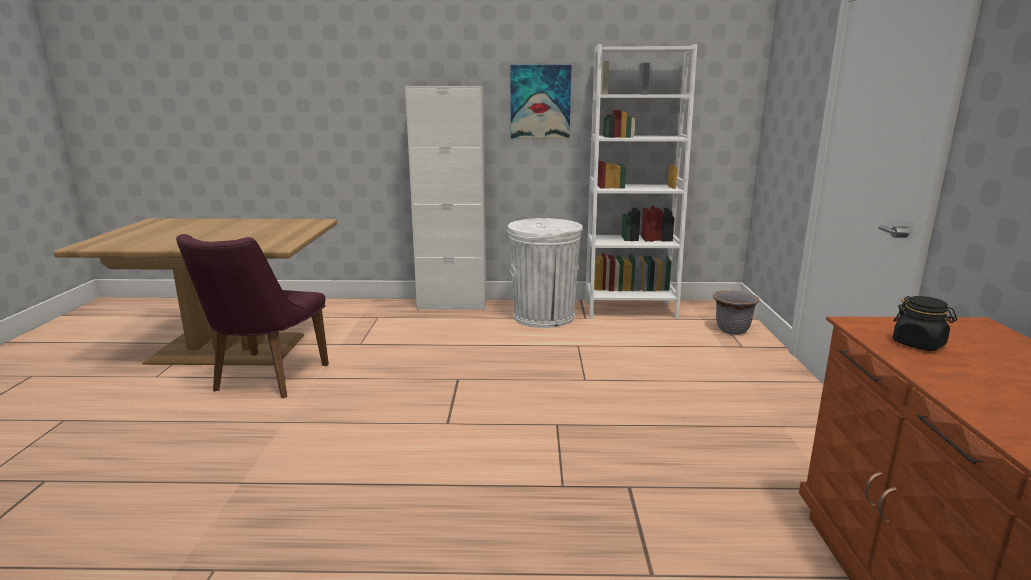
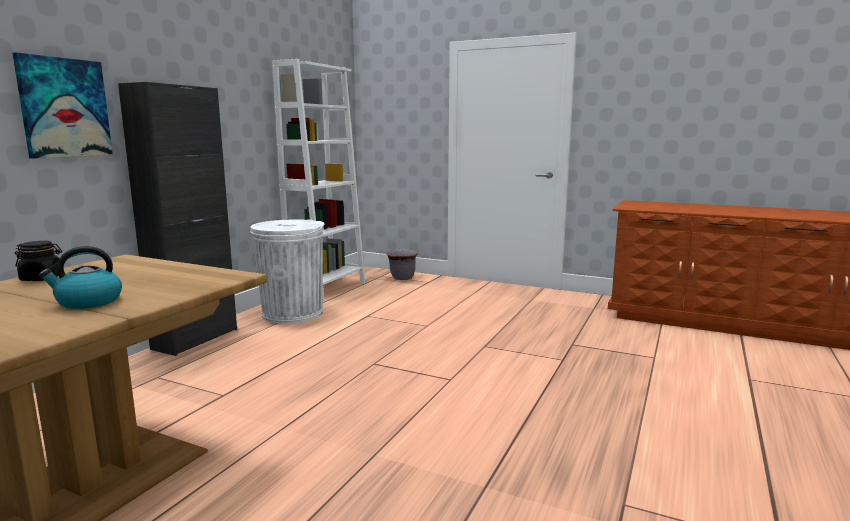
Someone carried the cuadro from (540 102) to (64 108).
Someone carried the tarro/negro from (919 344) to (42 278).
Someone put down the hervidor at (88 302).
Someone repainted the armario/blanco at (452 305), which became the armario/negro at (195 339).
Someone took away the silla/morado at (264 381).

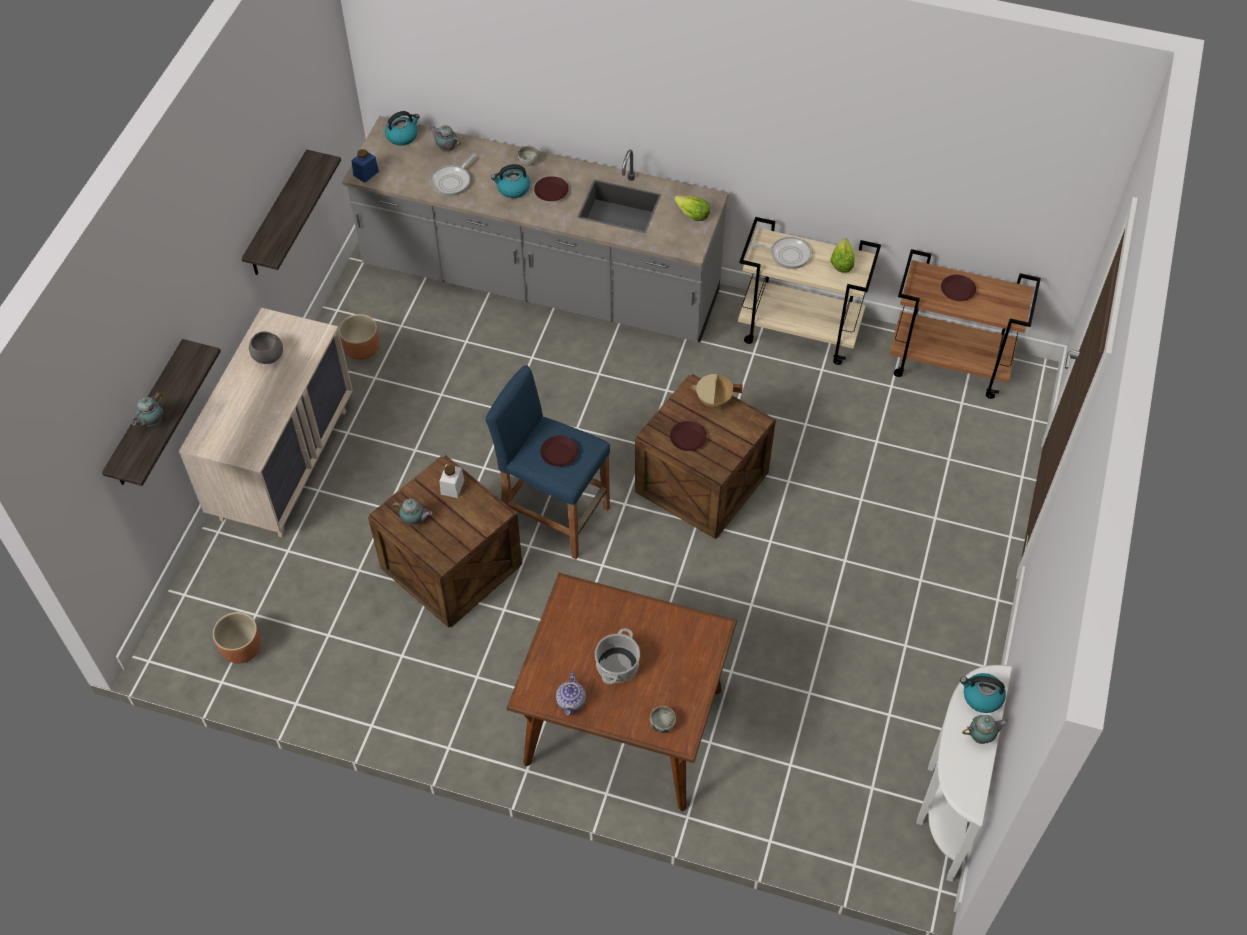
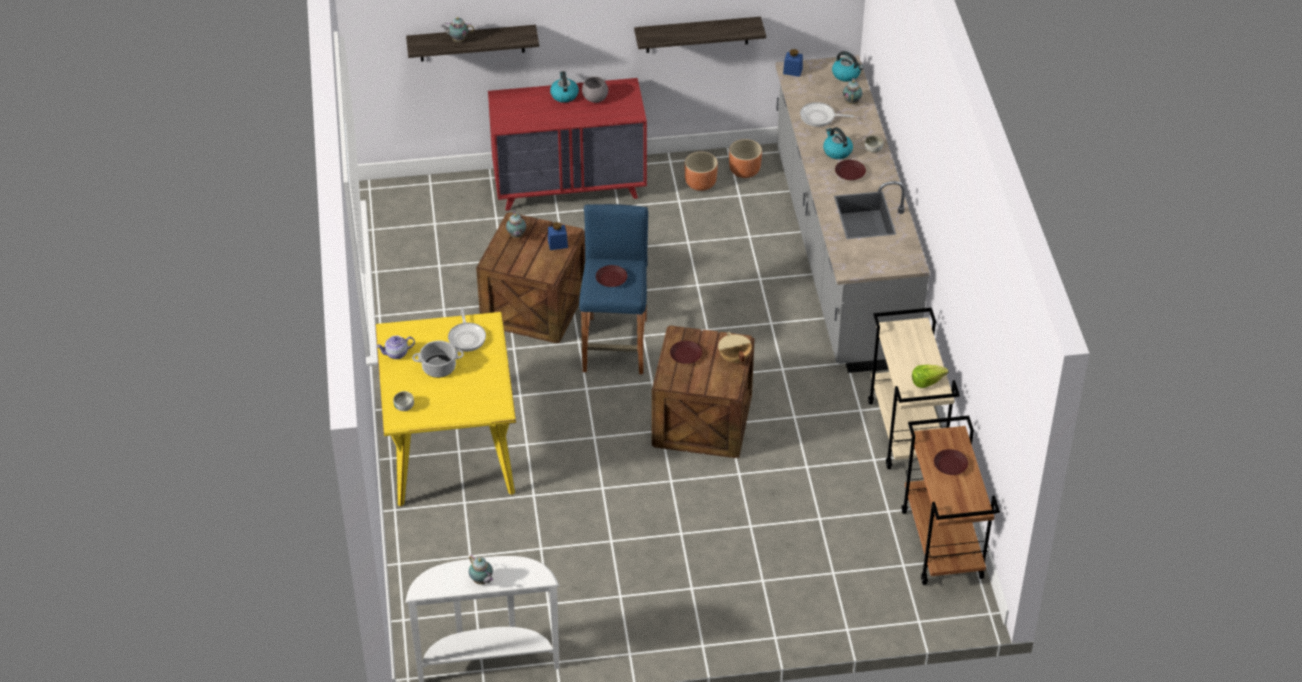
Someone repainted the mesa de comedor/marrón at (624 726), which became the mesa de comedor/amarillo at (451 449).
Someone carried the sartén from (787 254) to (467 337).
Someone repainted the cómoda/beis at (284 463), which became the cómoda/rojo at (570 186).
Someone repainted the tarro/blanco at (452 487), which became the tarro/azul at (557 244).
Someone carried the hervidor from (981 697) to (564 95).
Someone carried the maceta/marrón from (241 649) to (744 171).
Someone took away the lechuga at (692 215).

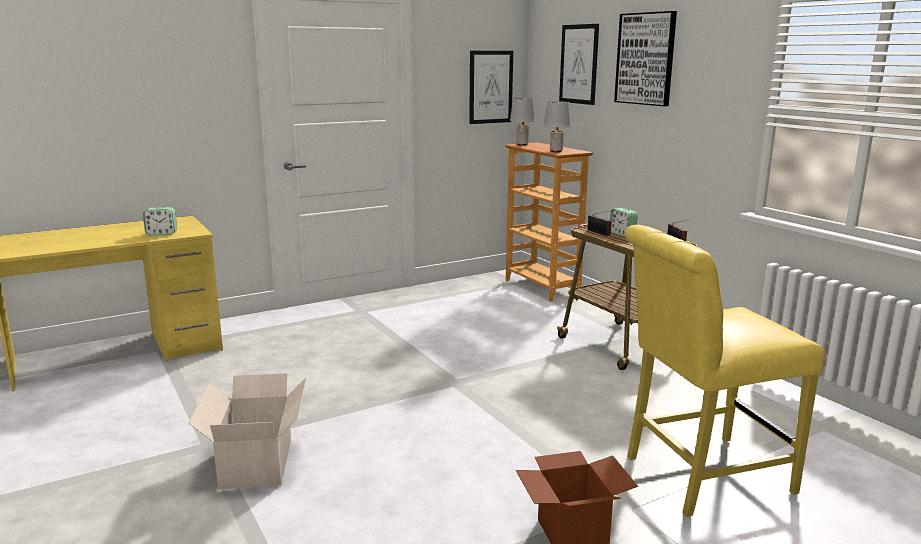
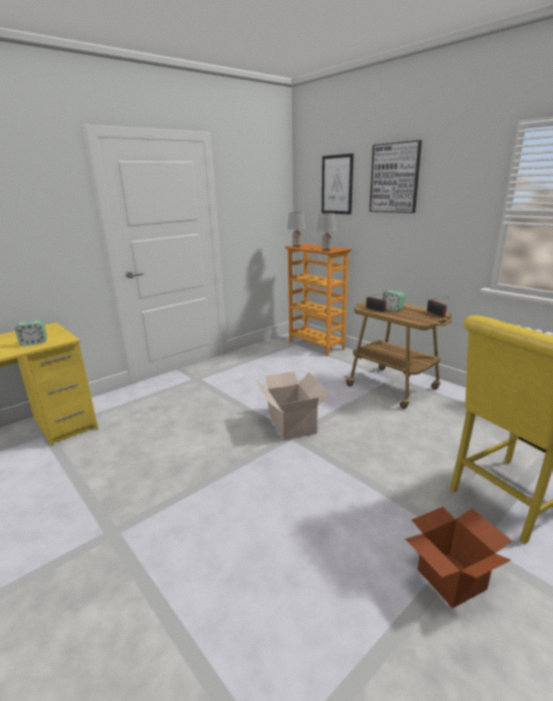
Someone carried the caja de cartón from (258 461) to (291 422).
Someone took away the cuadro at (490 87).

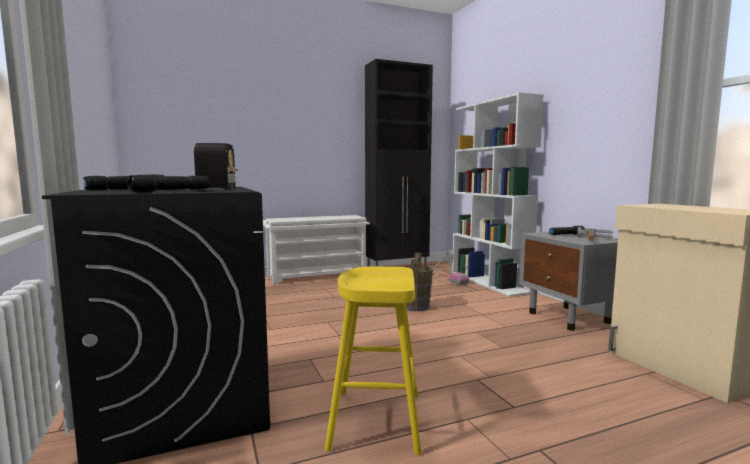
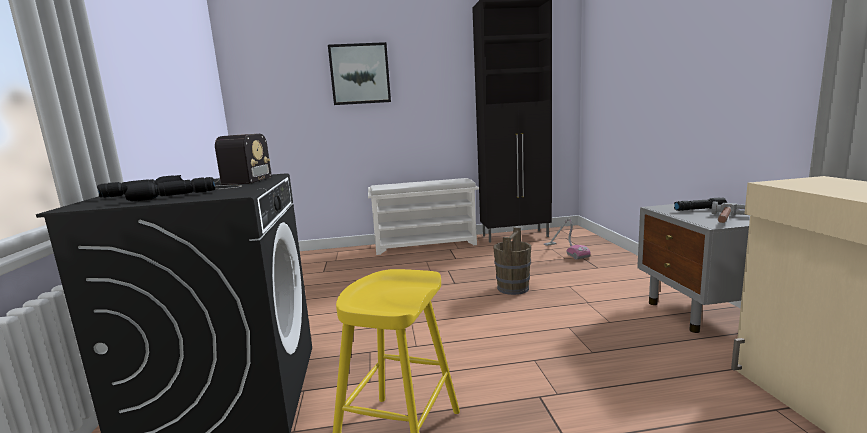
Someone put up the cuadro at (360 74).
Someone took away the estantería/blanco at (489 282).

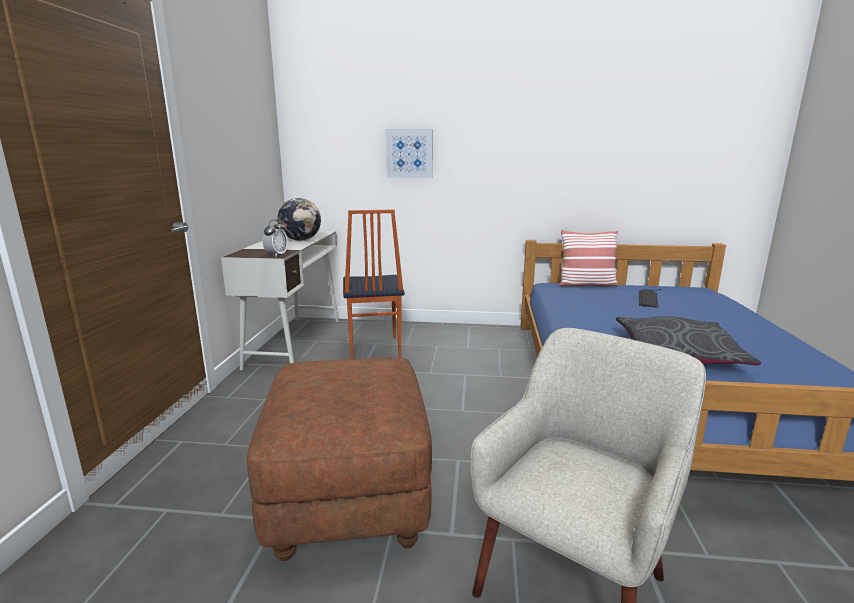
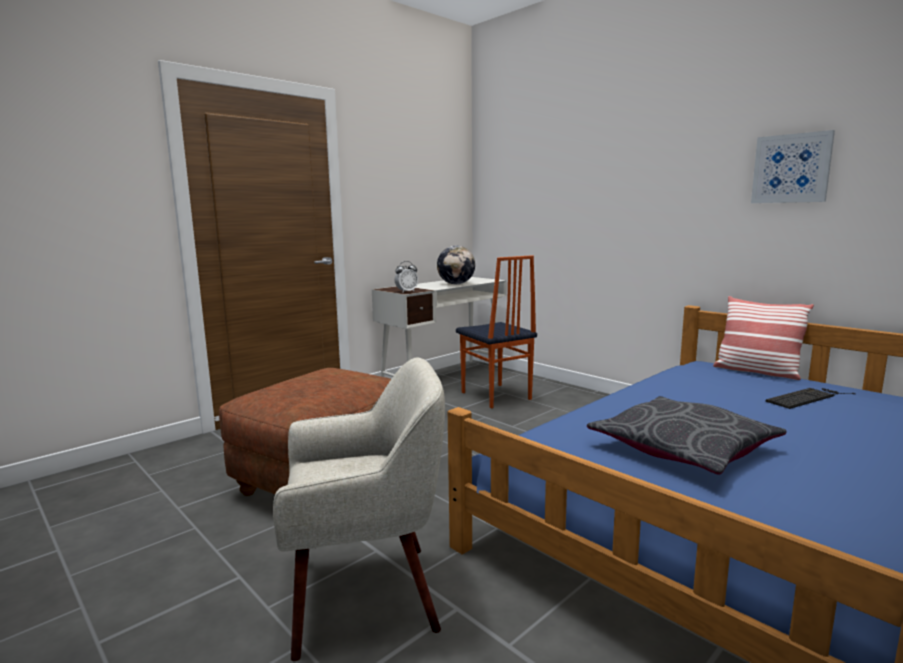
Someone rotated the silla at (373 348) by 60 degrees counterclockwise.
Someone carried the cuadro from (409 153) to (791 168).

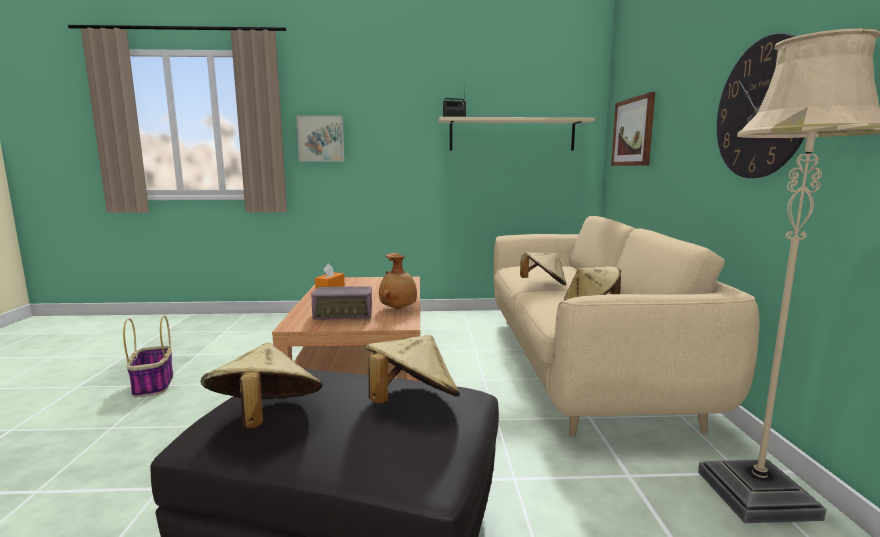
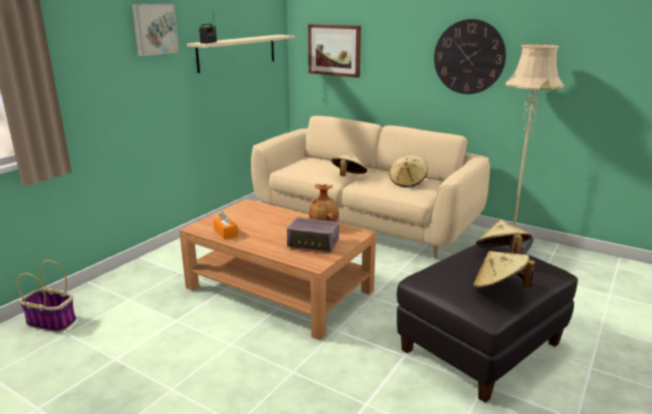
Someone carried the cesta from (153 385) to (52 322).
Someone carried the cuadro from (321 138) to (154 29).
Someone rotated the radio at (344 315) by 75 degrees clockwise.

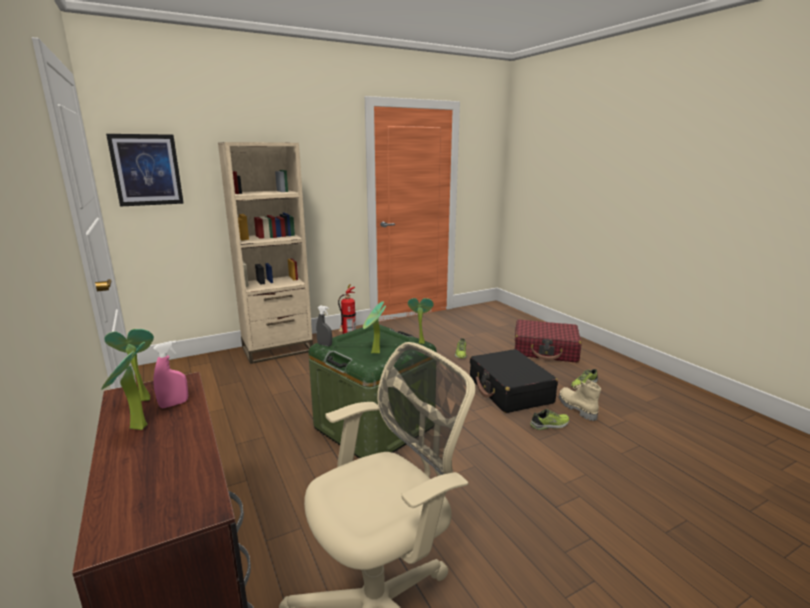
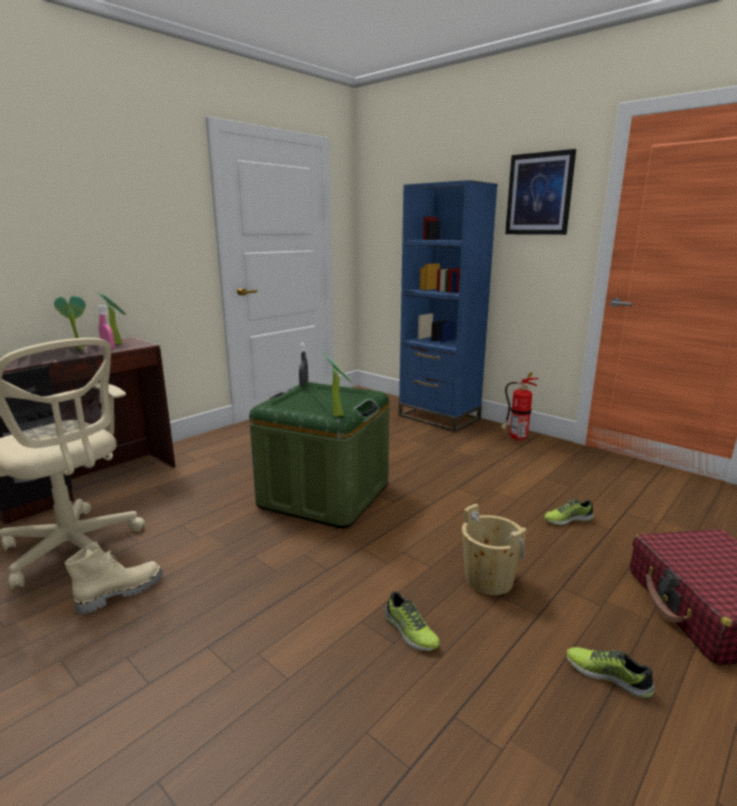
Someone carried the bota/beis from (576 408) to (121 592).
Someone repainted the estantería/beis at (277 349), which became the estantería/azul at (439 417).
Someone swapped the maleta/negro at (510 391) for the cubo/beis at (488 579).
Someone carried the cuadro from (146 170) to (539 194).
Someone took away the planta en maceta at (374 353).

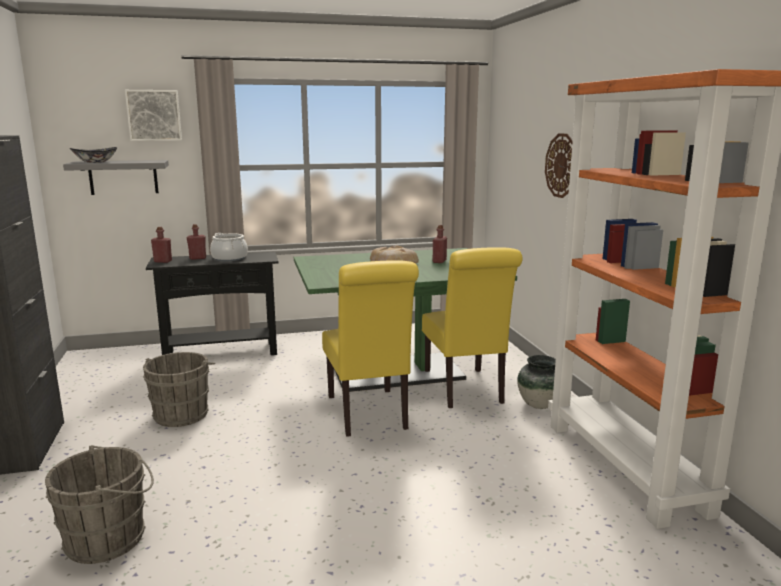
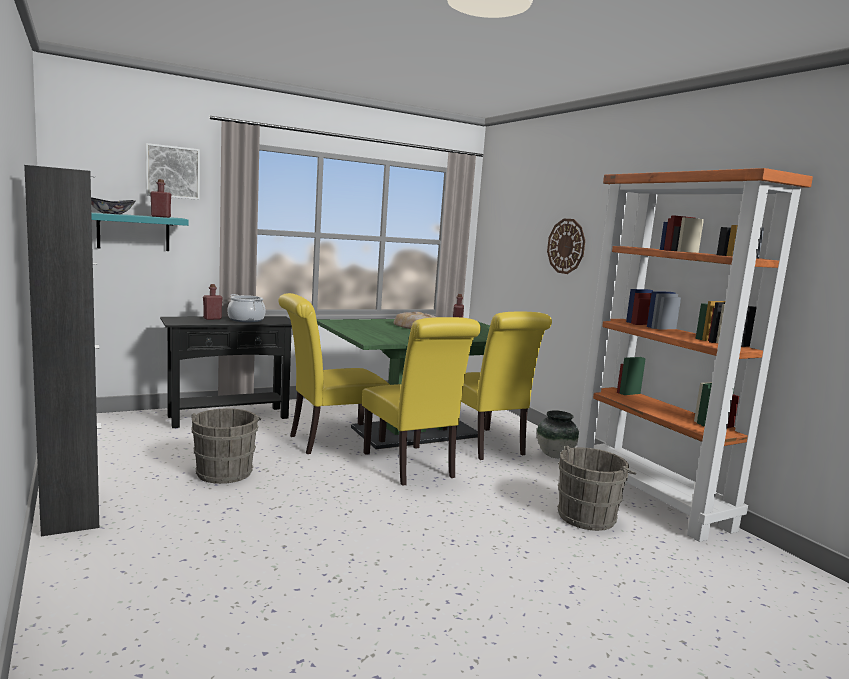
Someone repainted the estante/gris at (123 177), which became the estante/turquesa at (133 232).
Someone carried the botella/rojo from (163 261) to (161 217).
Someone put down the silla/amarillo at (330 441).
Someone carried the cubo/gris from (110 538) to (588 516).

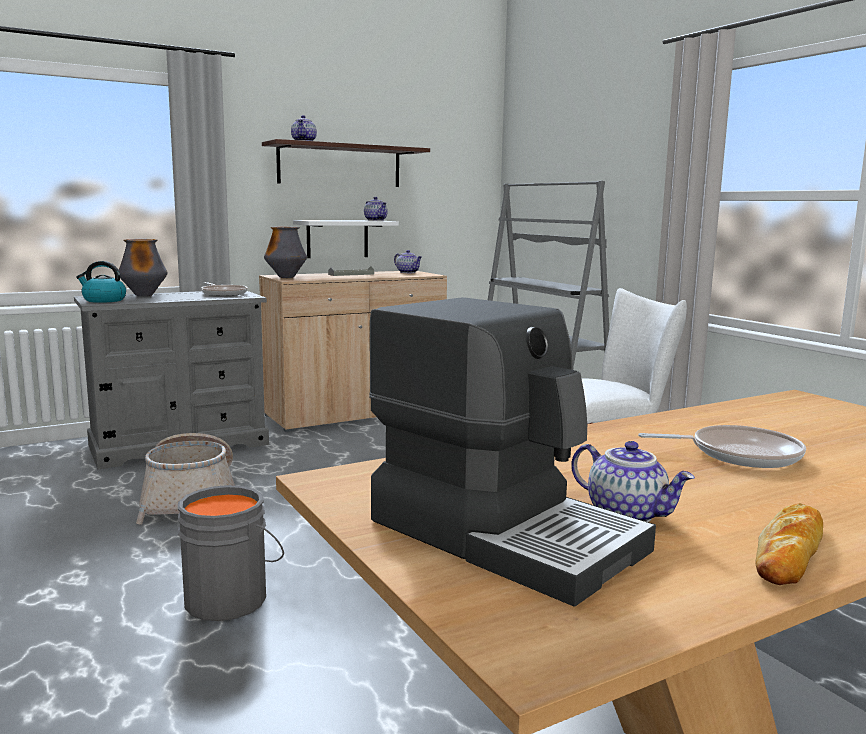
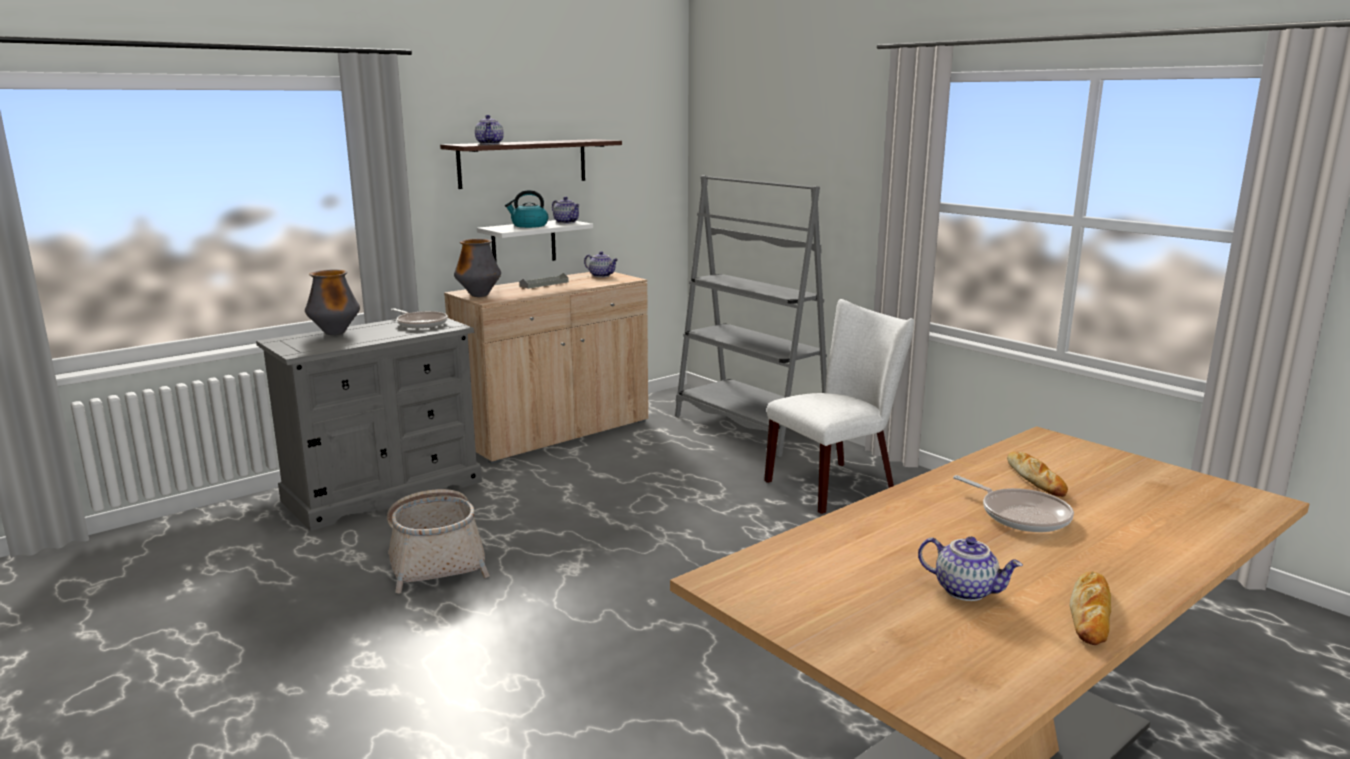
Someone carried the hervidor from (103 300) to (529 225).
Someone rotated the sartén at (738 454) by 60 degrees clockwise.
Someone put down the pan at (1035 478).
Someone took away the cubo/gris at (229 598).
Someone took away the cafetera at (505 533).

